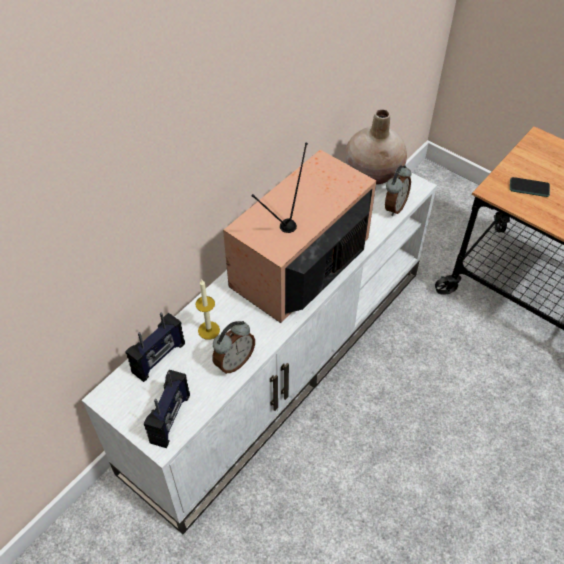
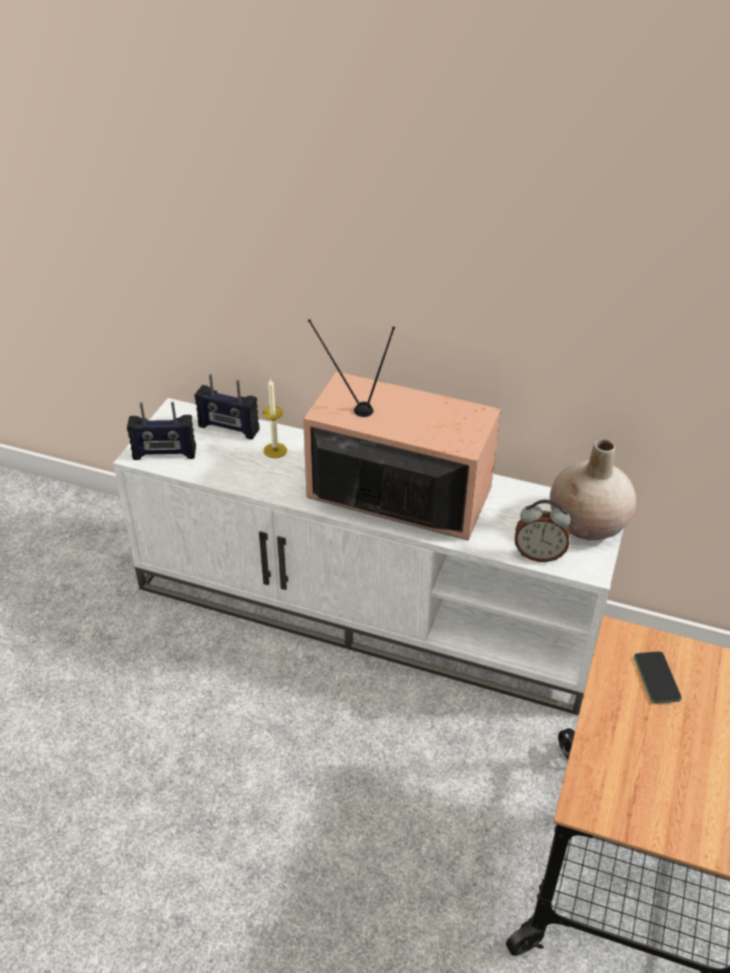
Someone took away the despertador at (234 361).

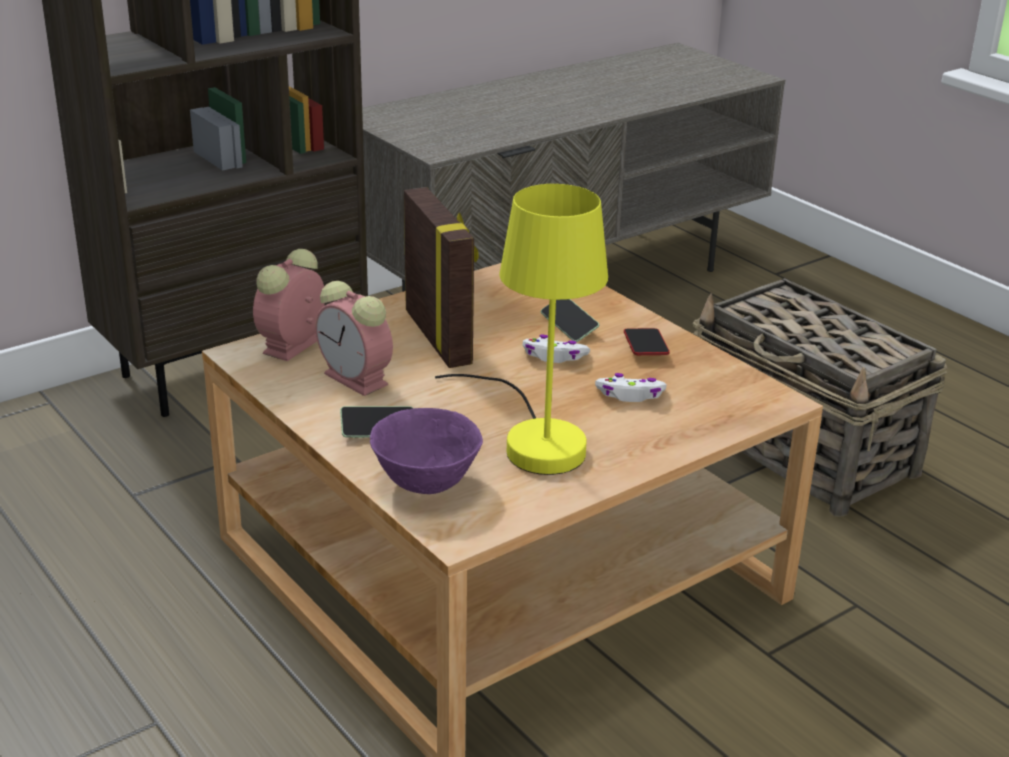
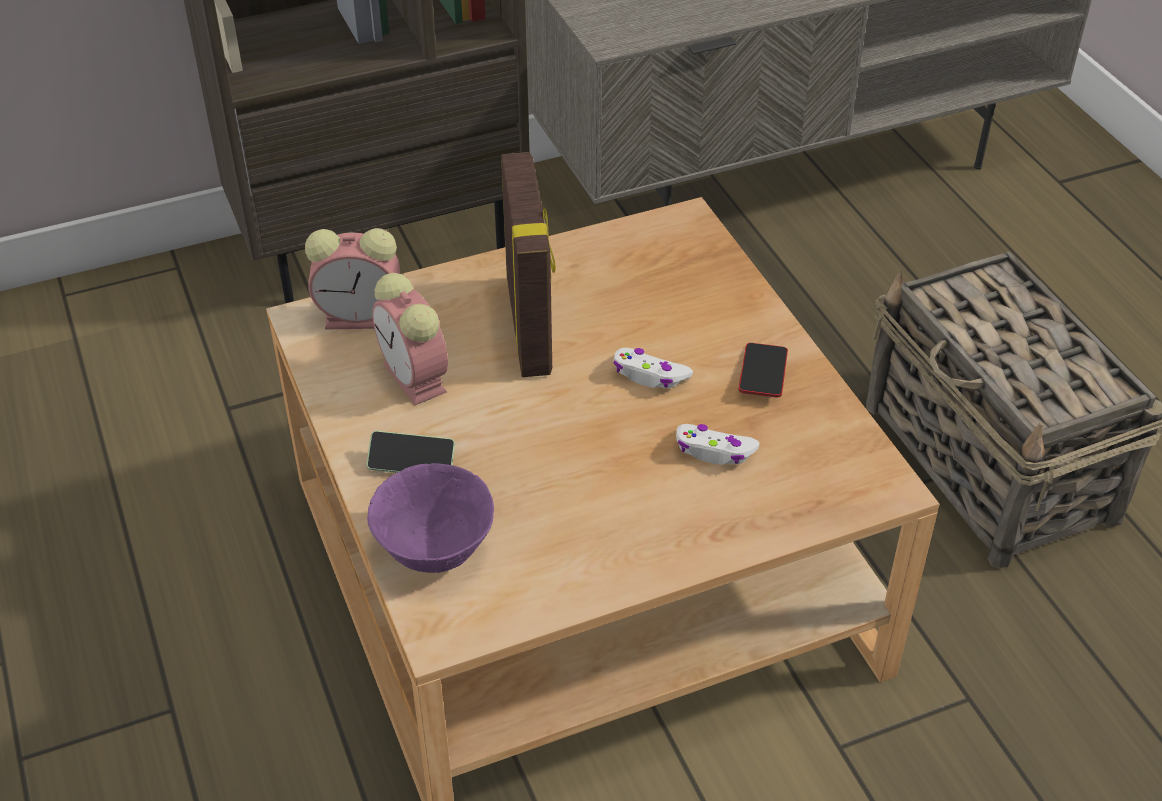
Someone rotated the despertador at (292 346) by 135 degrees counterclockwise.
Someone took away the lámpara de mesa/amarillo at (535 439).
Someone took away the móvil at (569 327).

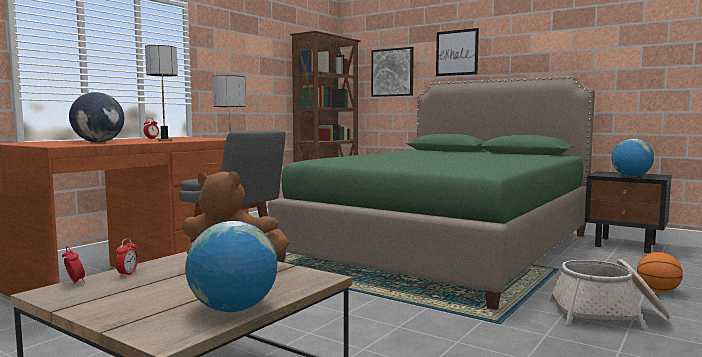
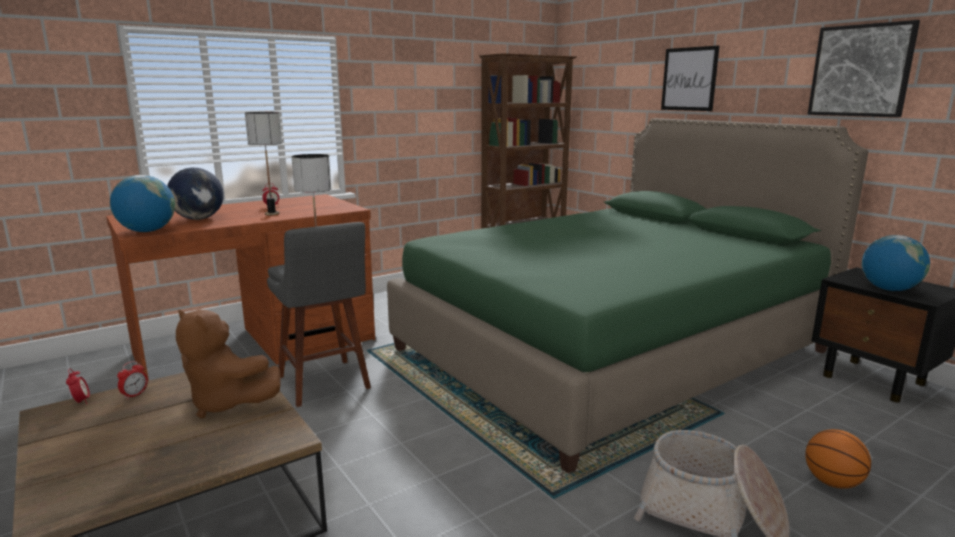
Someone carried the globo terráqueo from (233 309) to (147 231).
Someone carried the cuadro from (392 72) to (861 71).

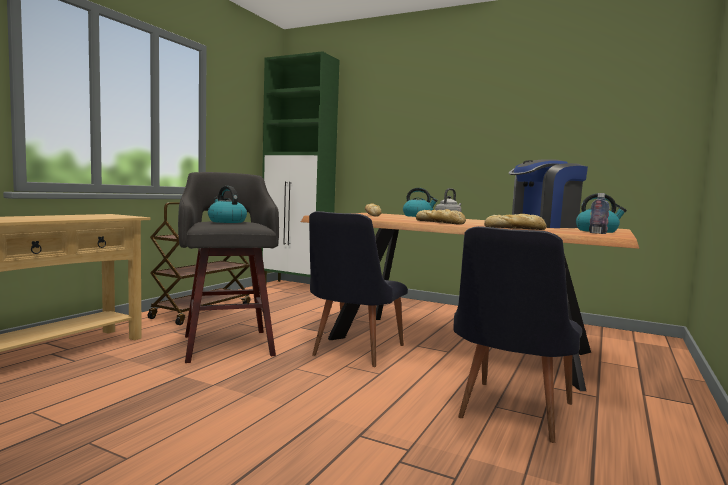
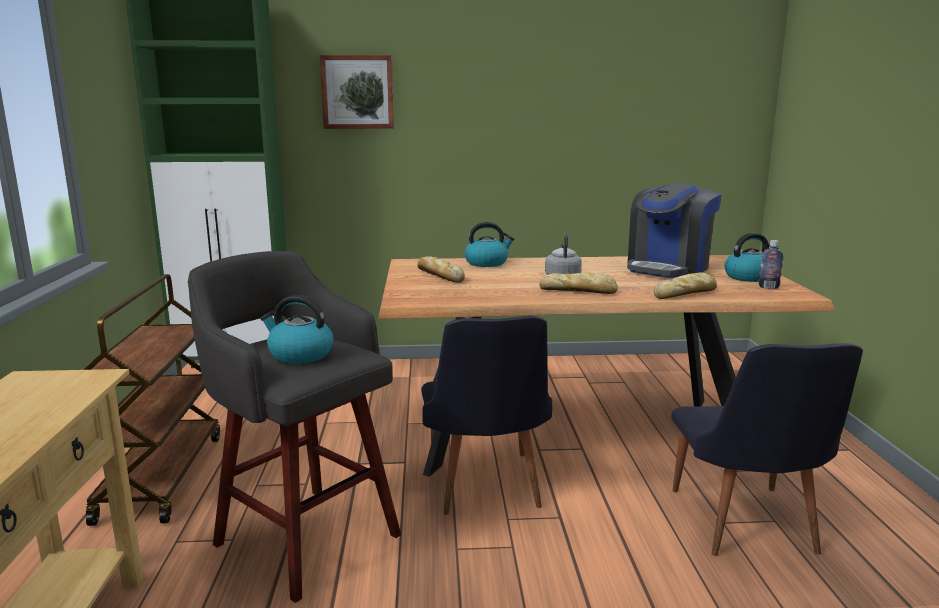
Someone put up the cuadro at (358 92).

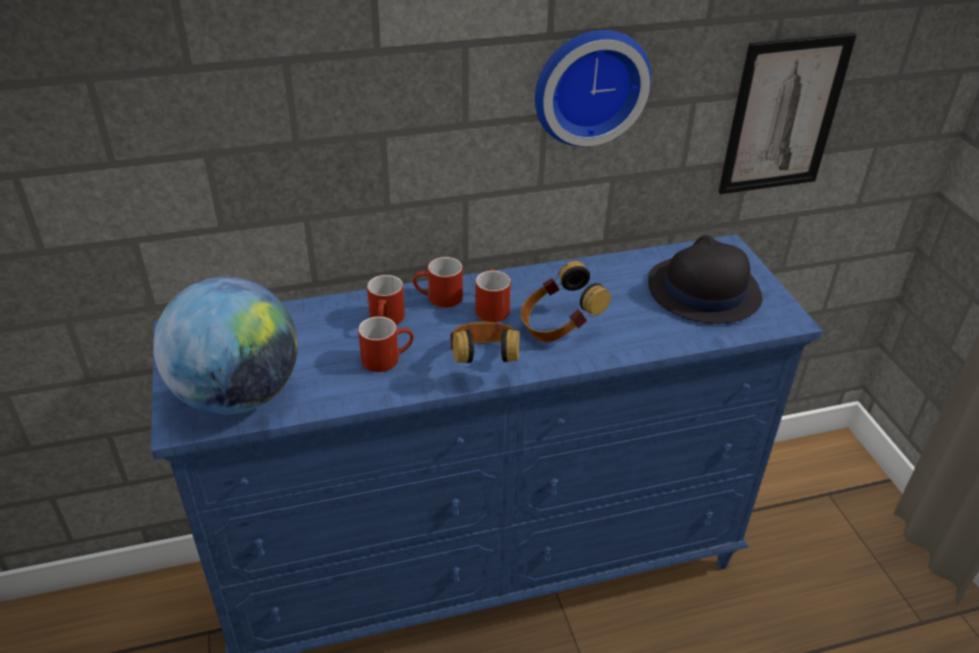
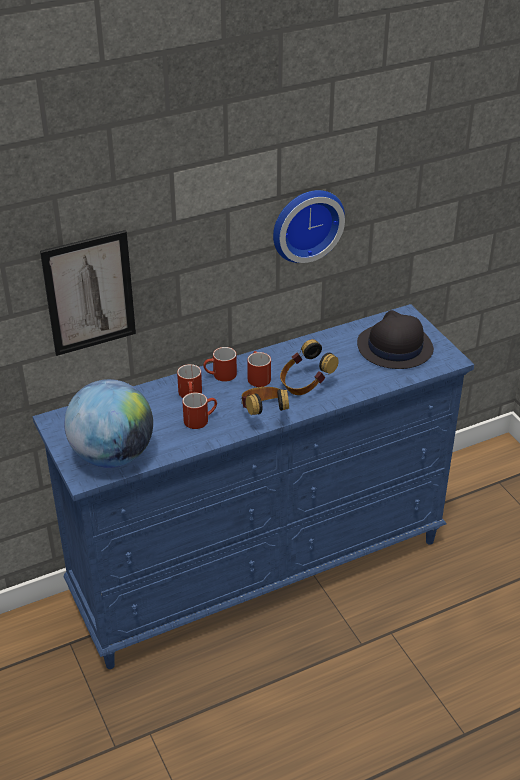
Someone carried the cuadro from (783 115) to (89 293).

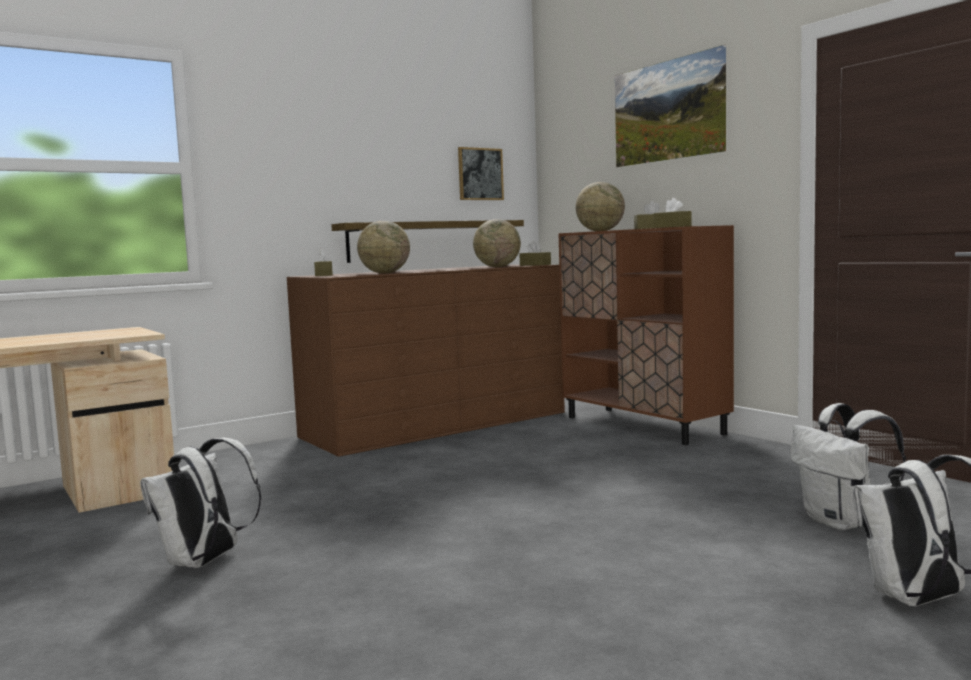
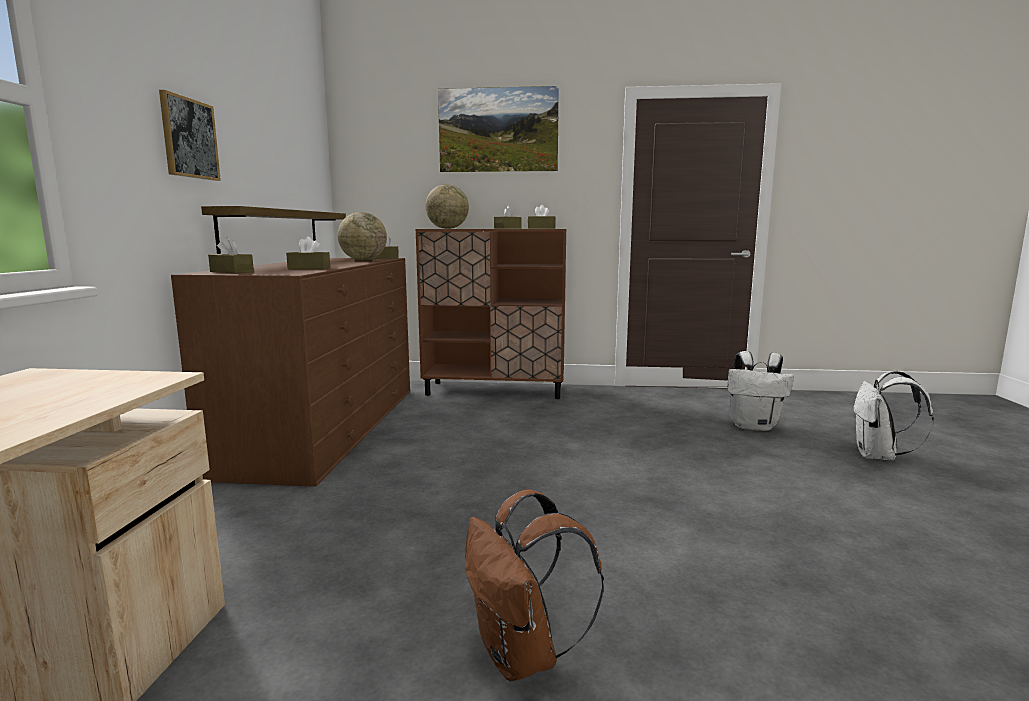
Someone carried the cuadro from (480 174) to (189 138).
Someone swapped the globo terráqueo at (384 273) for the caja de pañuelos/marrón at (309 268).
Someone repainted the mochila/blanco at (204 562), which became the mochila/marrón at (522 656).

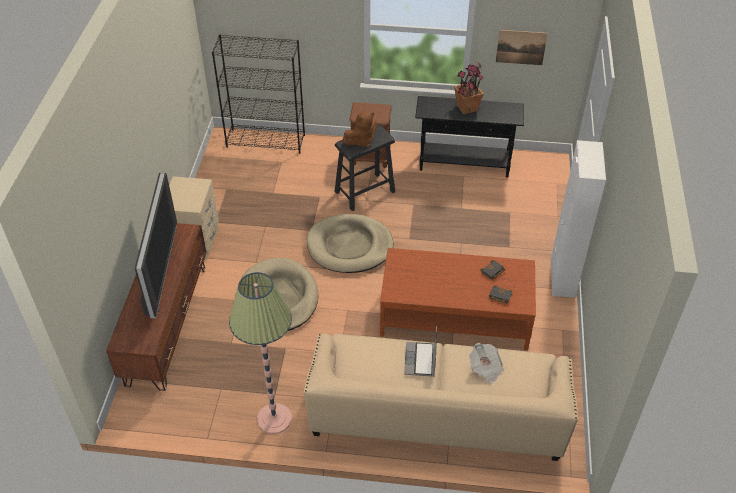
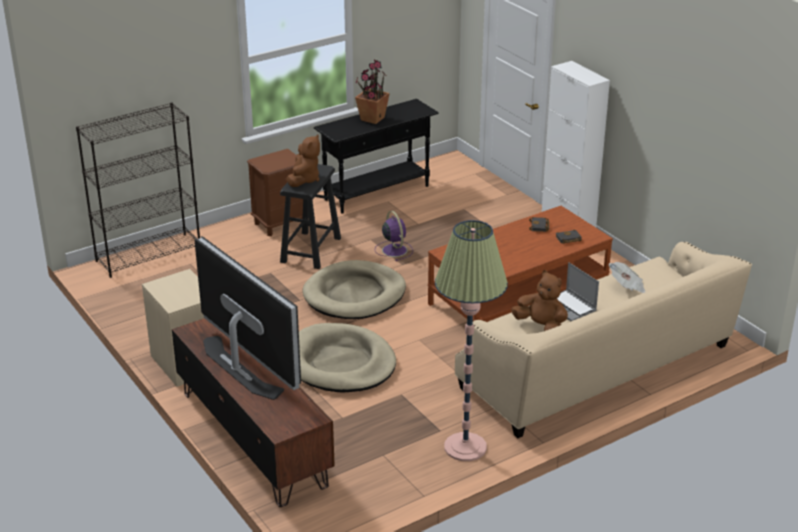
Someone put down the ventilador/morado at (394 250).
Someone put down the peluche/marrón at (541 327).
Someone took away the cuadro at (521 47).

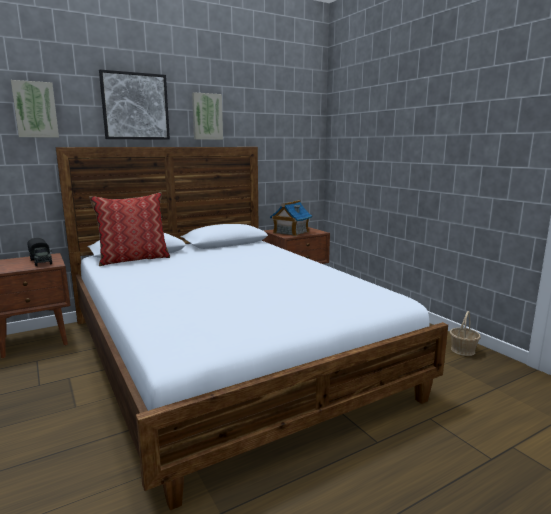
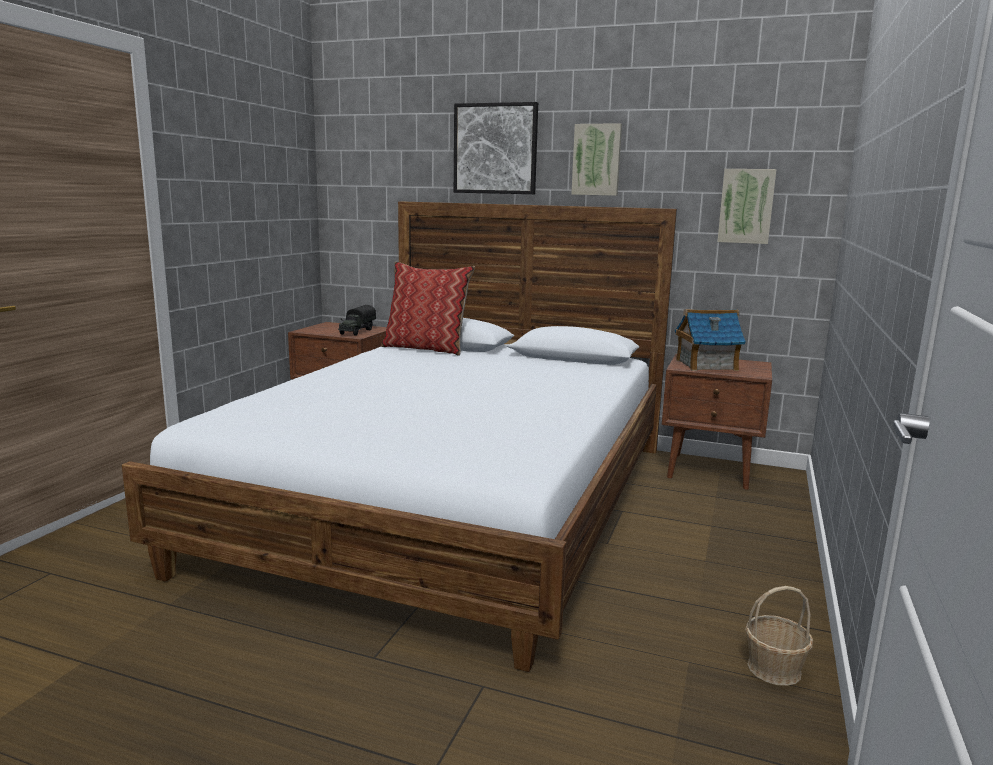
Someone carried the cuadro from (35 110) to (746 206).

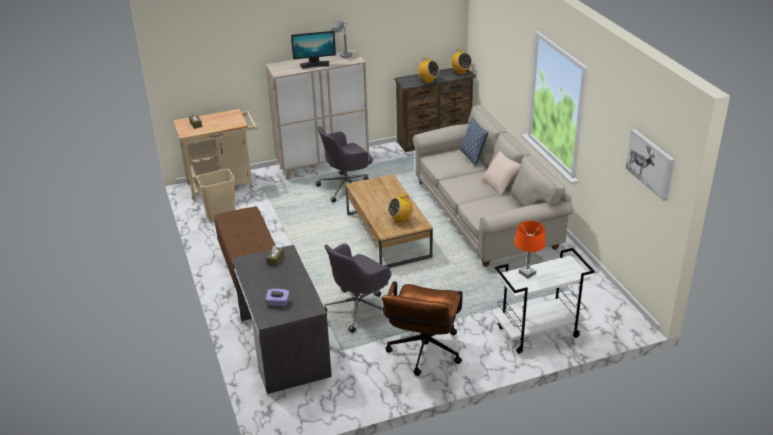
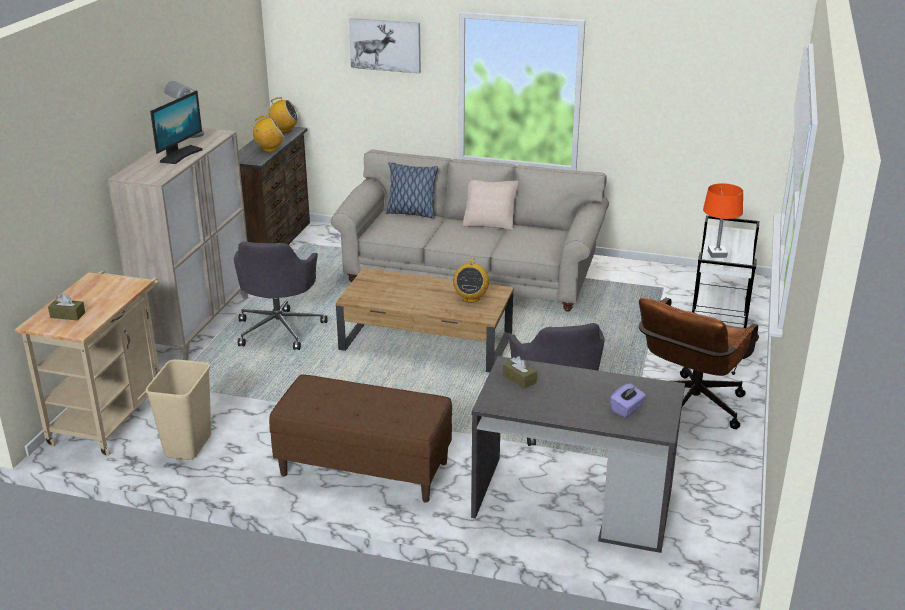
Someone carried the cuadro from (651 163) to (385 45).
Someone rotated the silla de oficina/marrón at (423 354) by 75 degrees clockwise.

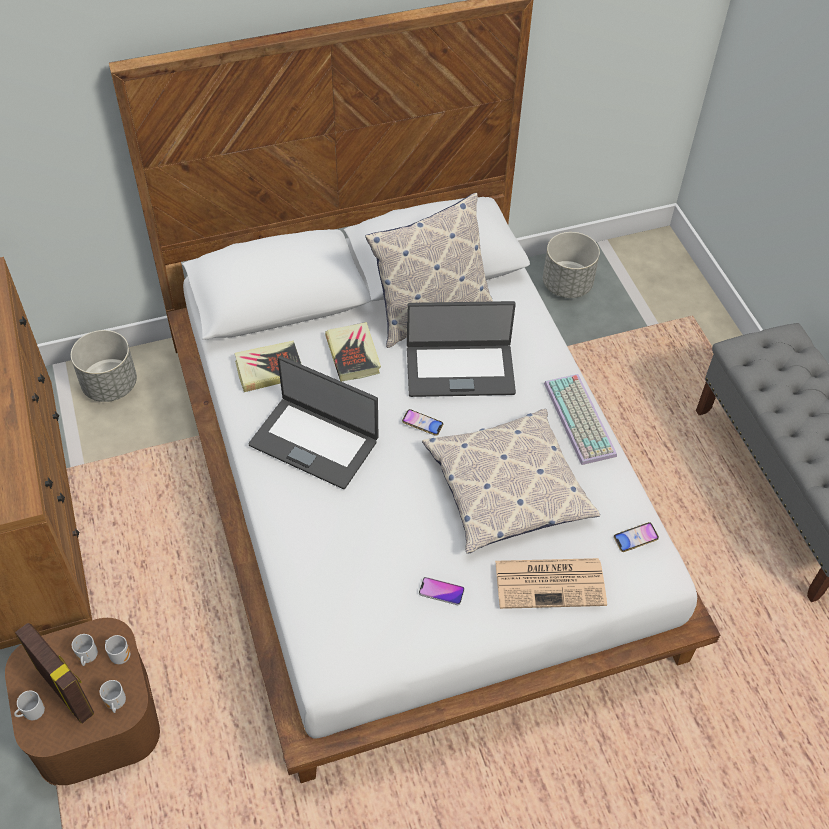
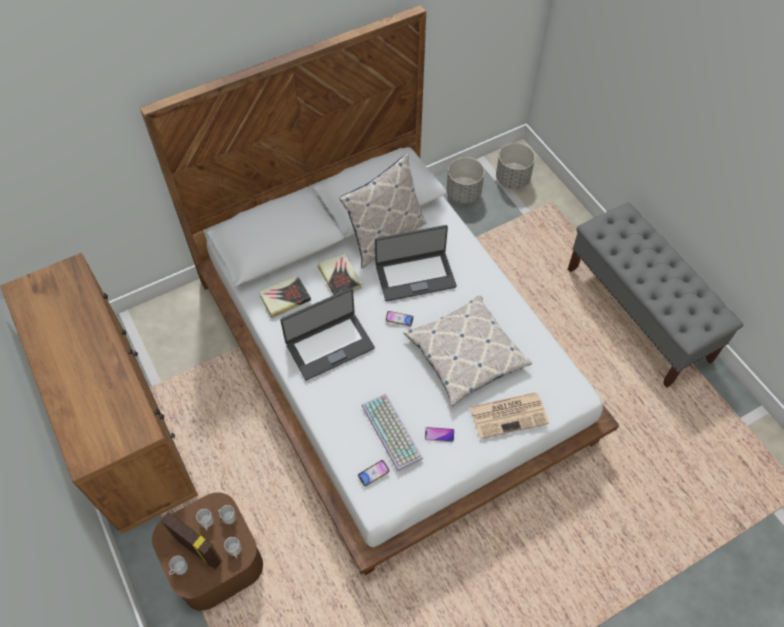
Someone rotated the portátil at (314 441) by 45 degrees counterclockwise.
Someone carried the móvil from (635 538) to (373 474).
Someone carried the teclado from (582 420) to (393 432).
Someone carried the maceta/gris from (110 385) to (512 179).

